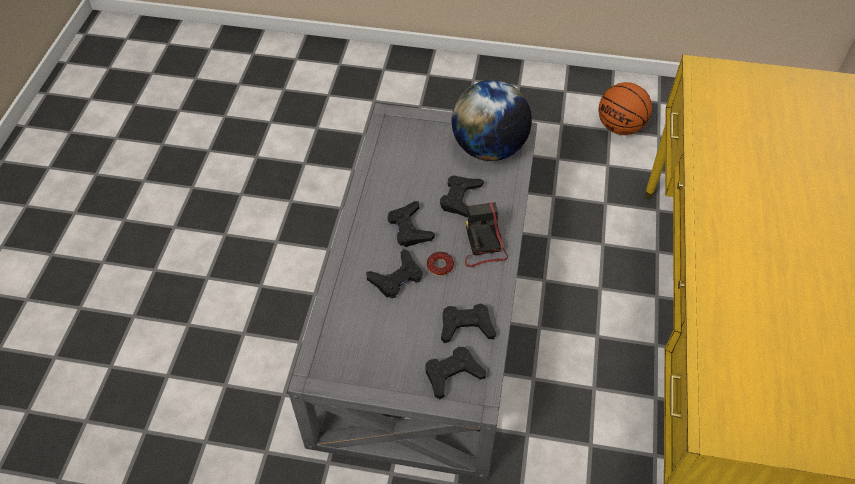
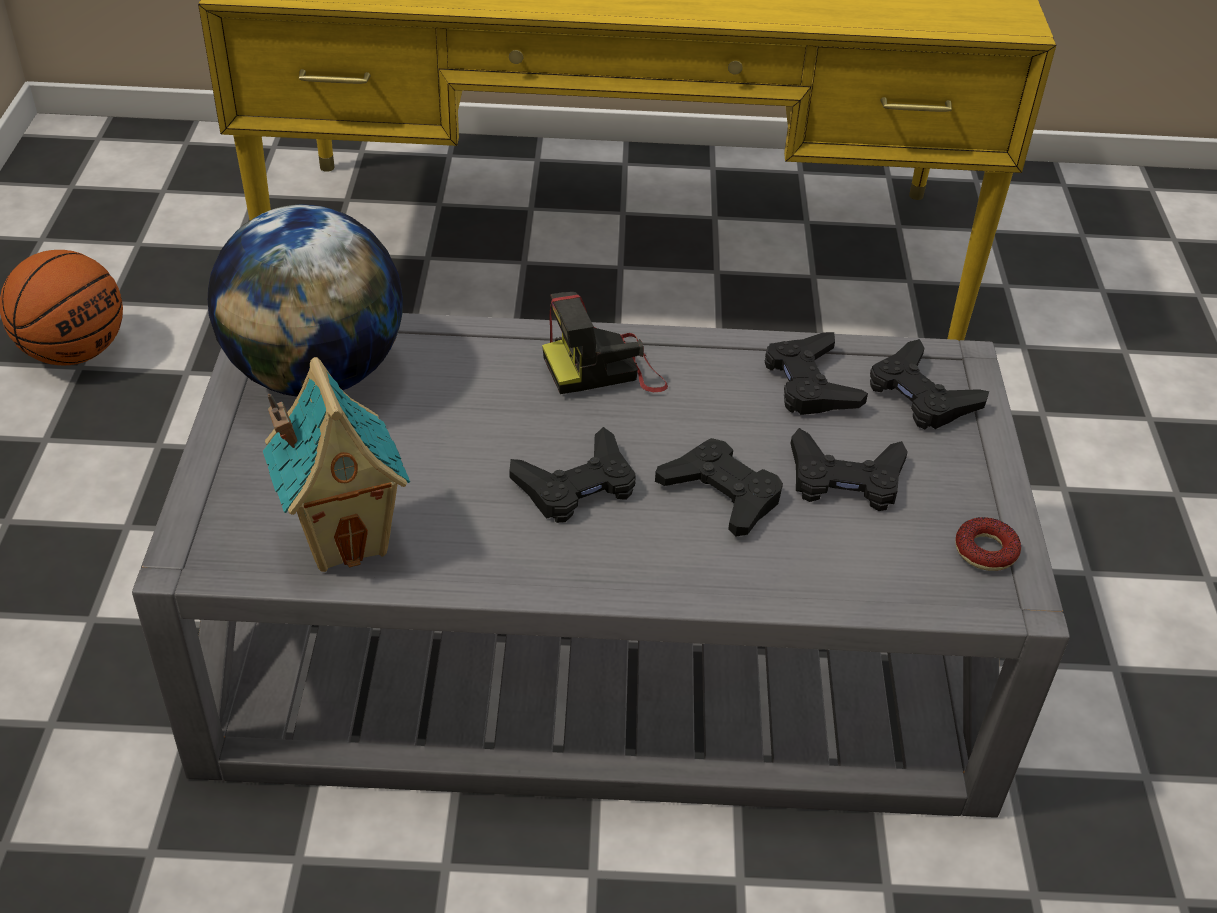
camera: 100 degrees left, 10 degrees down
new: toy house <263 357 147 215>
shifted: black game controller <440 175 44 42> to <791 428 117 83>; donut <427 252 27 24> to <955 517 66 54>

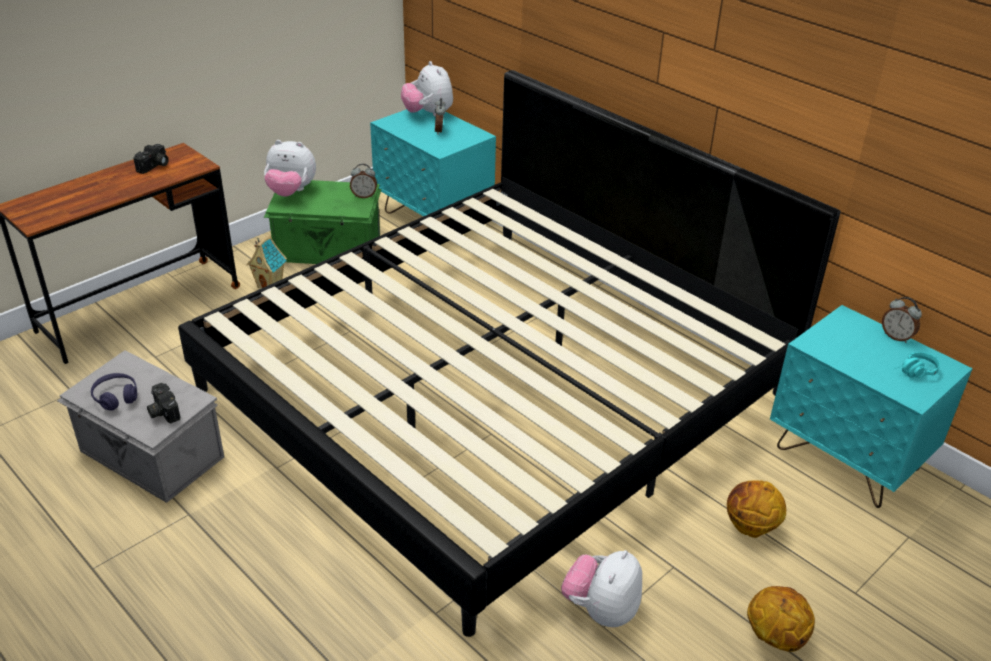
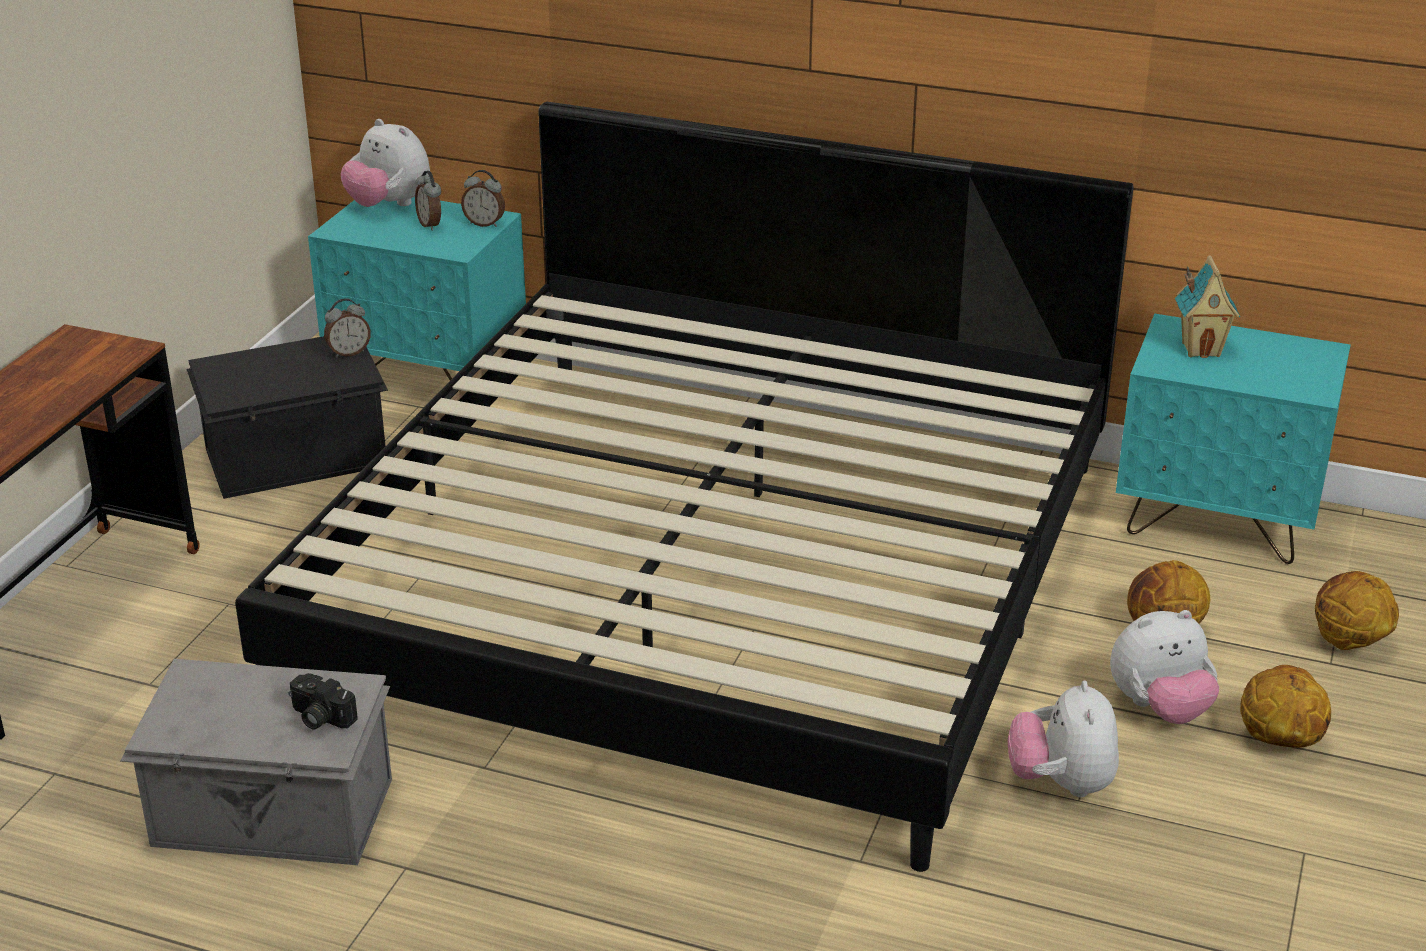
camera: 25 degrees left, 5 degrees down
gone: purple pair of headphones <91 373 46 37>; photo camera <134 144 35 30>; blue-green pair of headphones <894 352 46 26>
new: basketball ball <1315 571 84 79>
shifted: alarm clock <882 297 40 46> to <461 170 44 57>; plush toy <264 140 52 57> to <1110 610 109 114>; toy house <246 235 41 53> to <1175 255 65 103>
repainted: green storage box <264 180 117 84> to black storage box <187 336 201 163>

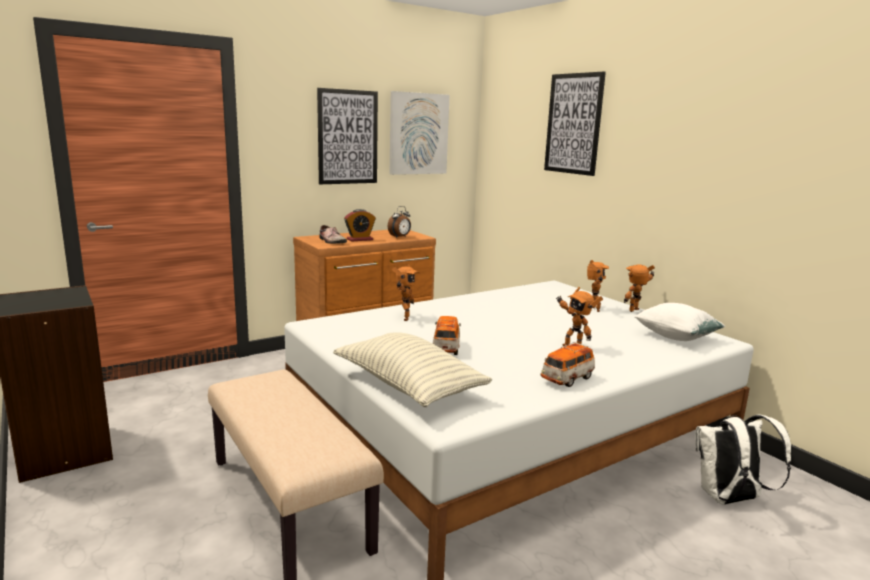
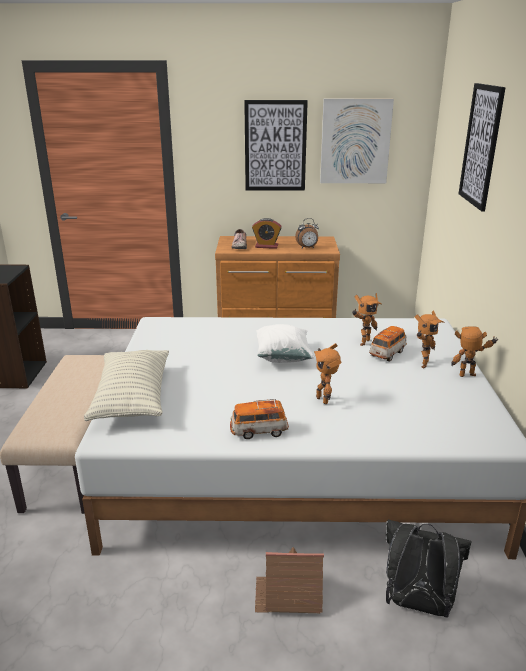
camera: 35 degrees right, 10 degrees up
new: toy house <255 547 69 67>
shifted: white-coloured pillow <634 303 91 38> to <256 324 59 39>; robot figure <392 264 28 57> to <352 293 29 53>; toy car <432 316 29 39> to <369 326 38 36>
repainted: white-coloured knapsack <695 414 96 91> to black knapsack <386 520 86 98>

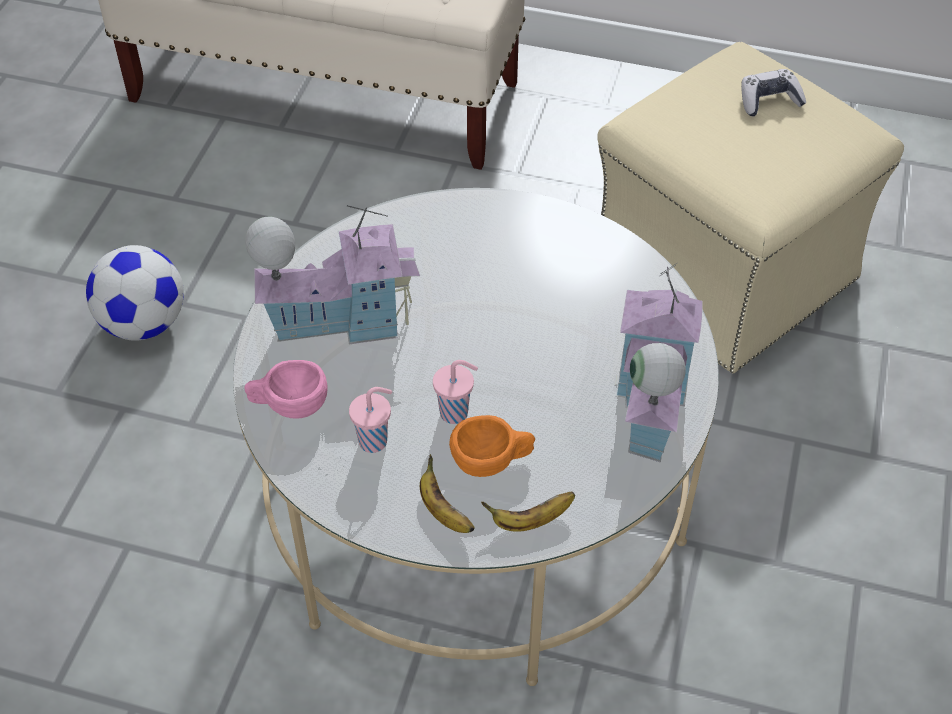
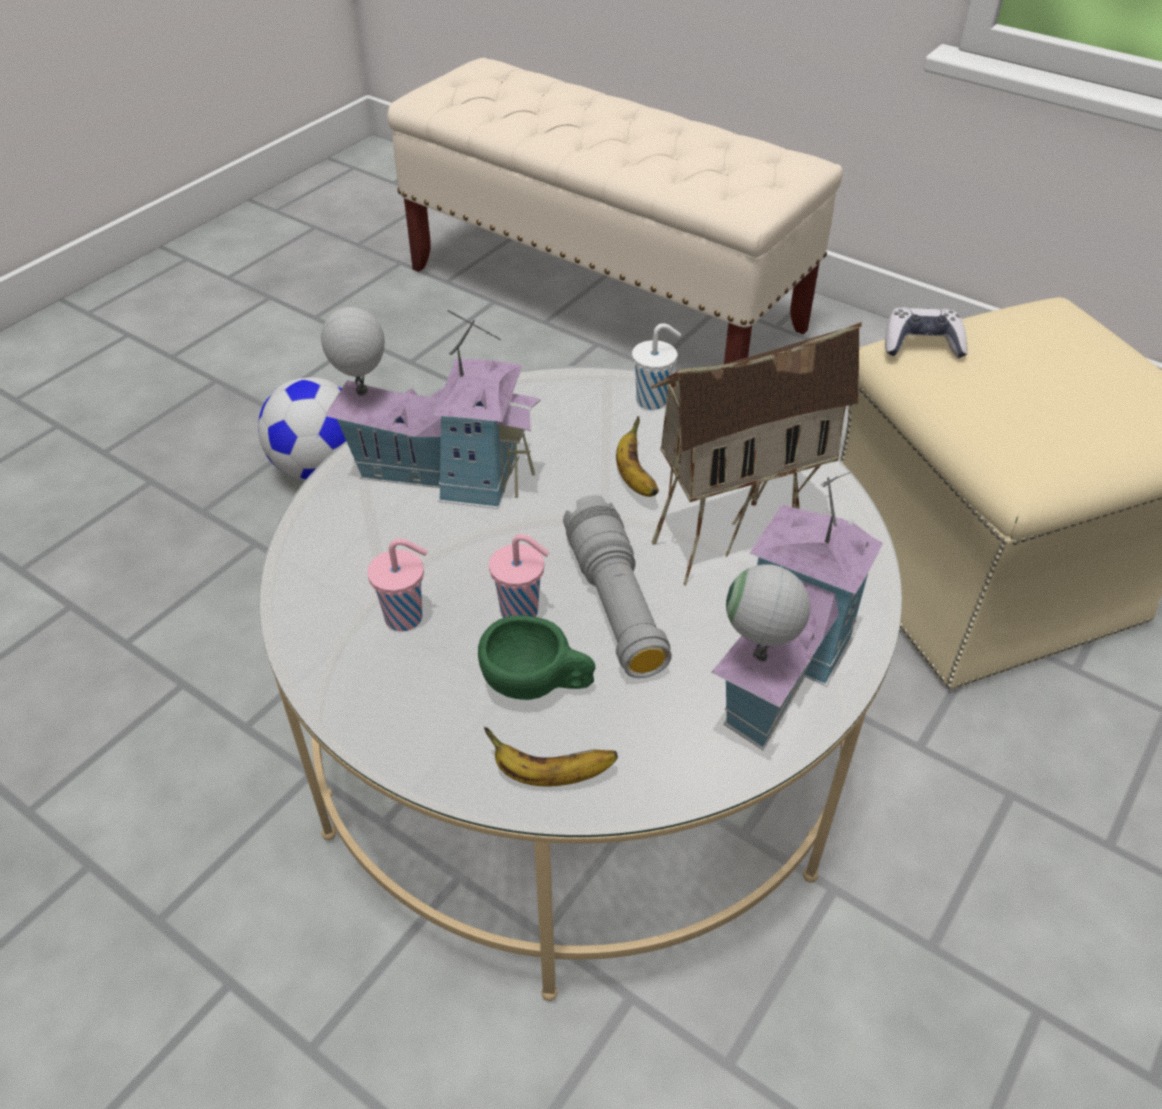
camera: 20 degrees right, 5 degrees down
gone: pinkish drinking cup <244 360 84 59>
new: grey torch <563 495 109 183>; white-coloured drinking cup <632 323 49 87>; toy house <651 322 211 264>
shifted: banana <420 454 54 79> to <616 416 43 81>; game controller <741 69 65 47> to <885 308 83 51>
repainted: orange-coloured drinking cup <449 415 86 62> to green drinking cup <478 615 117 85>

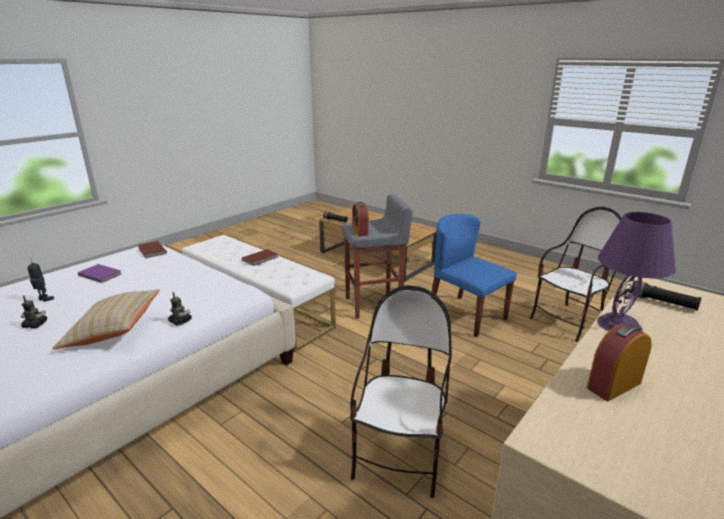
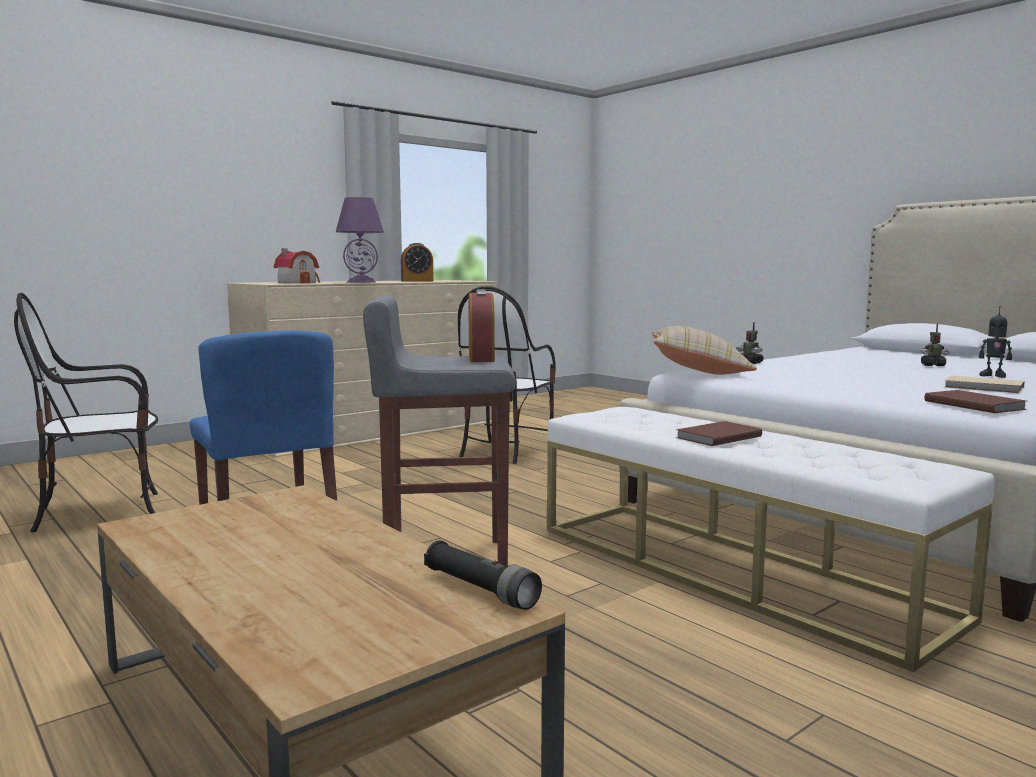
camera: 170 degrees left, 15 degrees down
shifted: sand-coloured pillow <52 289 108 60> to <651 326 106 49>
swapped: black torch <630 280 72 31> to toy house <274 248 46 35>
repainted: purple volume <78 264 43 19> to sand-coloured volume <945 375 80 19>

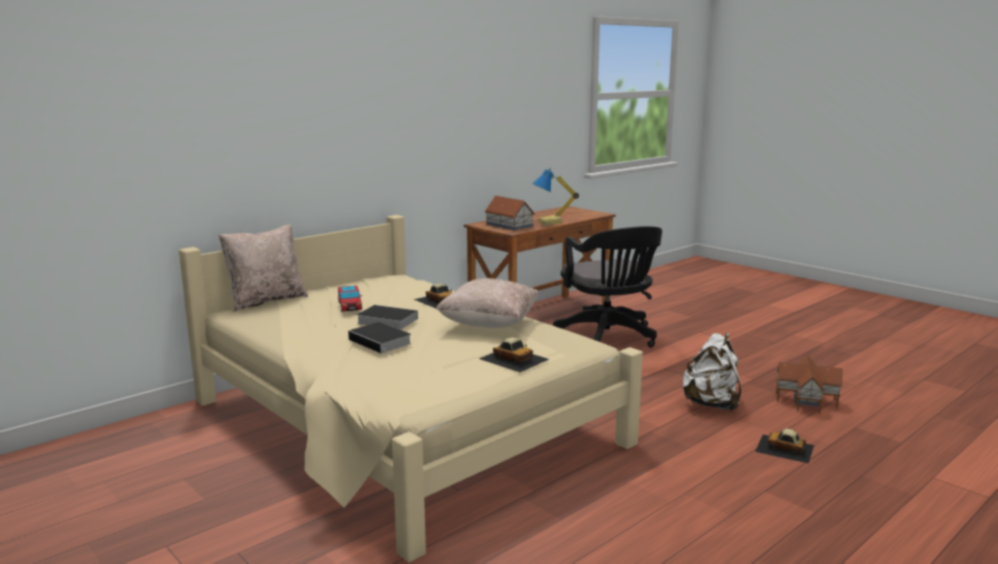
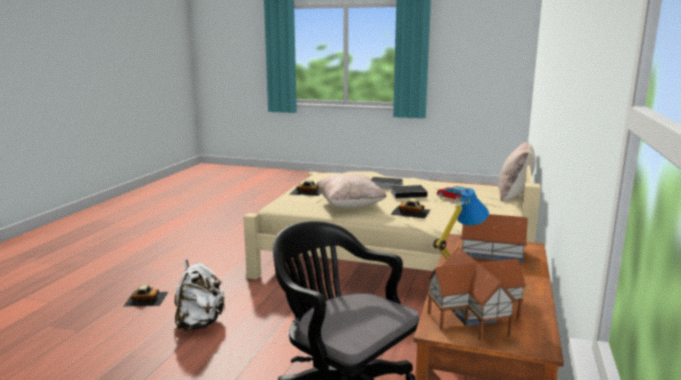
camera: 150 degrees right, 0 degrees up
shifted: toy house <776 355 67 59> to <427 247 100 94>

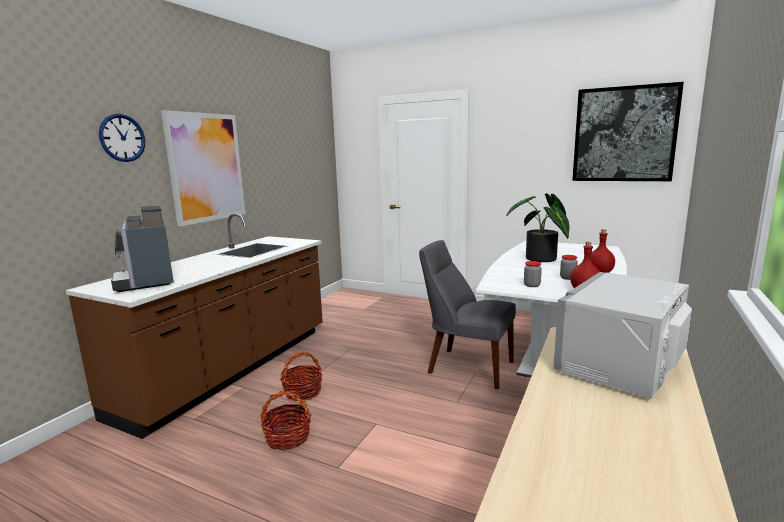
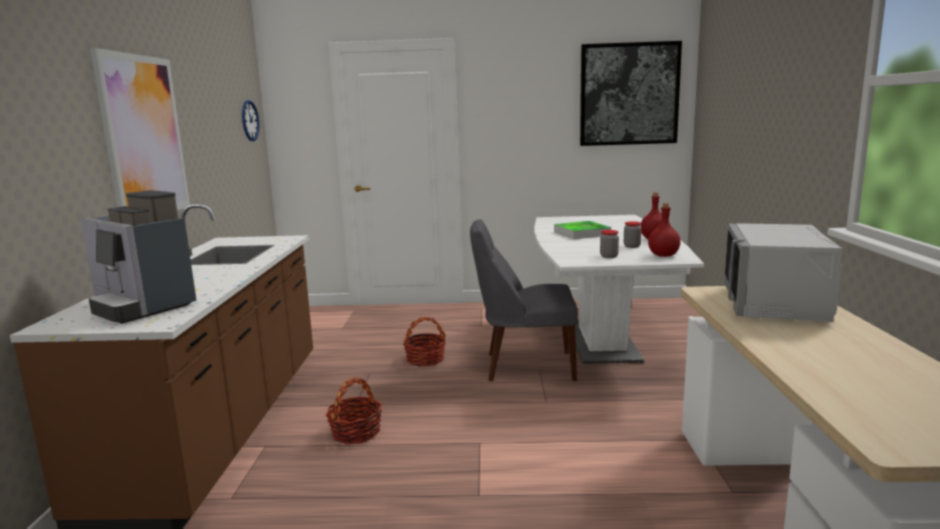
camera: 25 degrees left, 0 degrees up
shifted: clock on the wall <99 114 46 48> to <242 100 17 41>; storage basket <261 391 51 59> to <403 317 43 50>
swapped: potted plant <506 193 64 69> to serving tray <554 221 57 18>

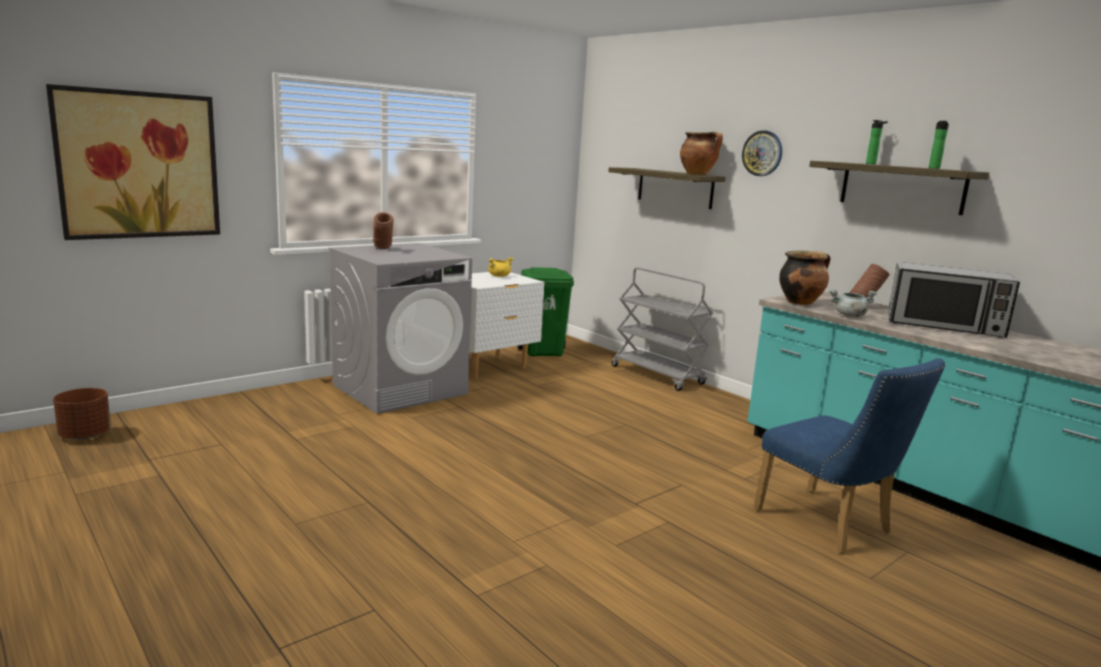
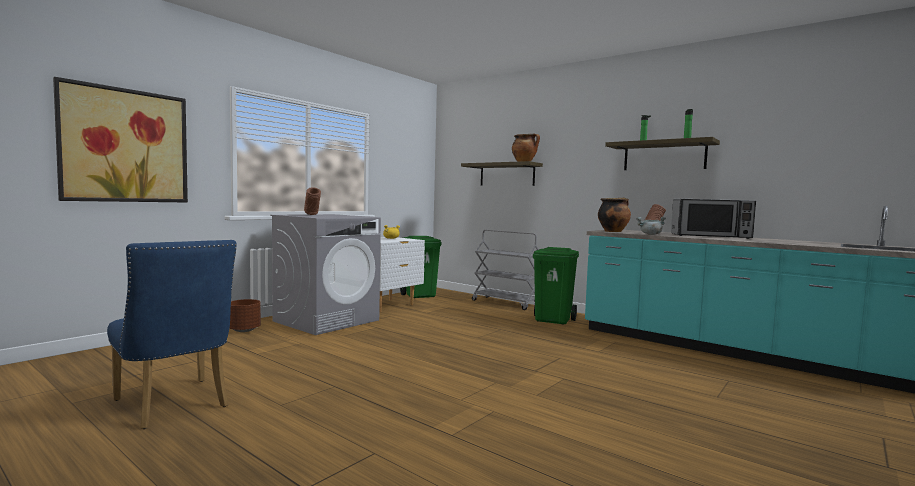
camera: 10 degrees left, 10 degrees down
gone: clock on the wall <742 130 40 46>
new: green rubbish bin <533 247 46 77>
shifted: bluish plain chair <754 358 191 196> to <107 240 130 189>; brownish planter <53 388 58 52> to <229 299 32 33>

